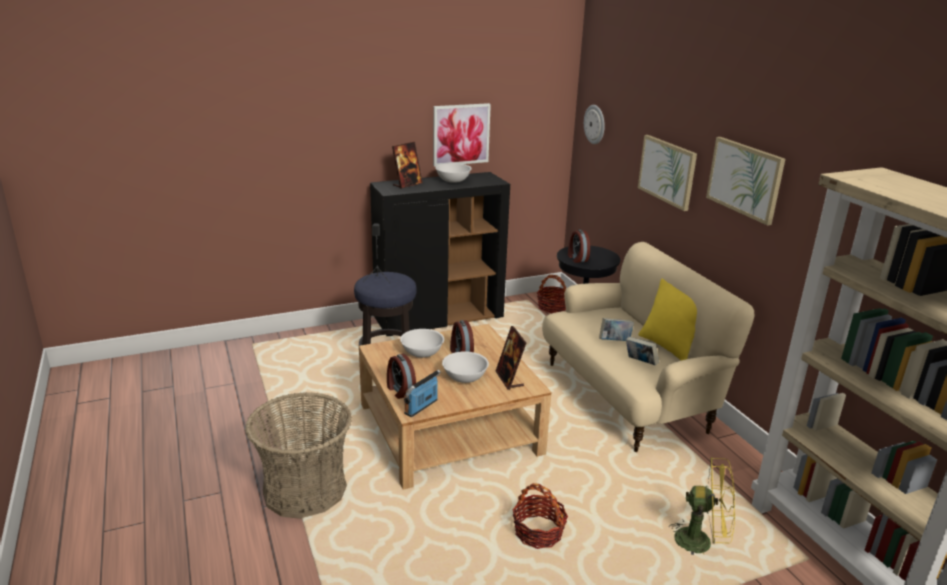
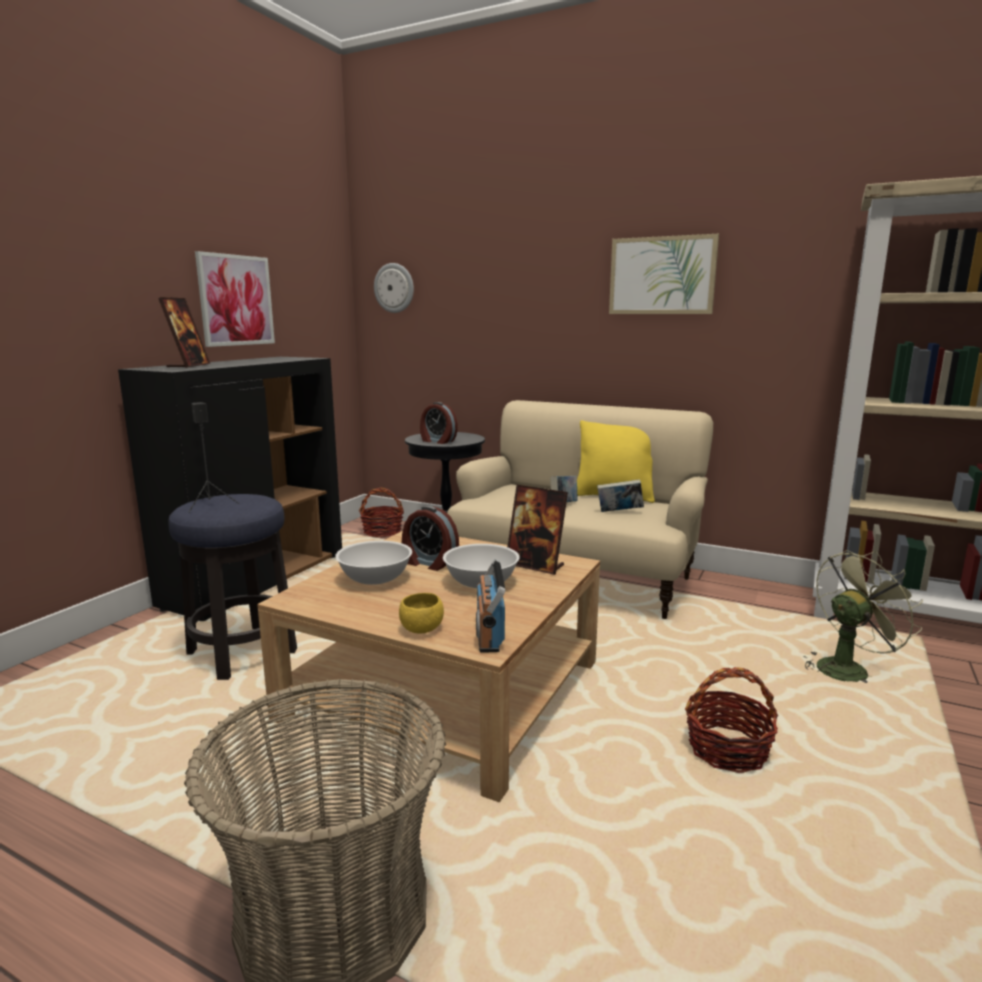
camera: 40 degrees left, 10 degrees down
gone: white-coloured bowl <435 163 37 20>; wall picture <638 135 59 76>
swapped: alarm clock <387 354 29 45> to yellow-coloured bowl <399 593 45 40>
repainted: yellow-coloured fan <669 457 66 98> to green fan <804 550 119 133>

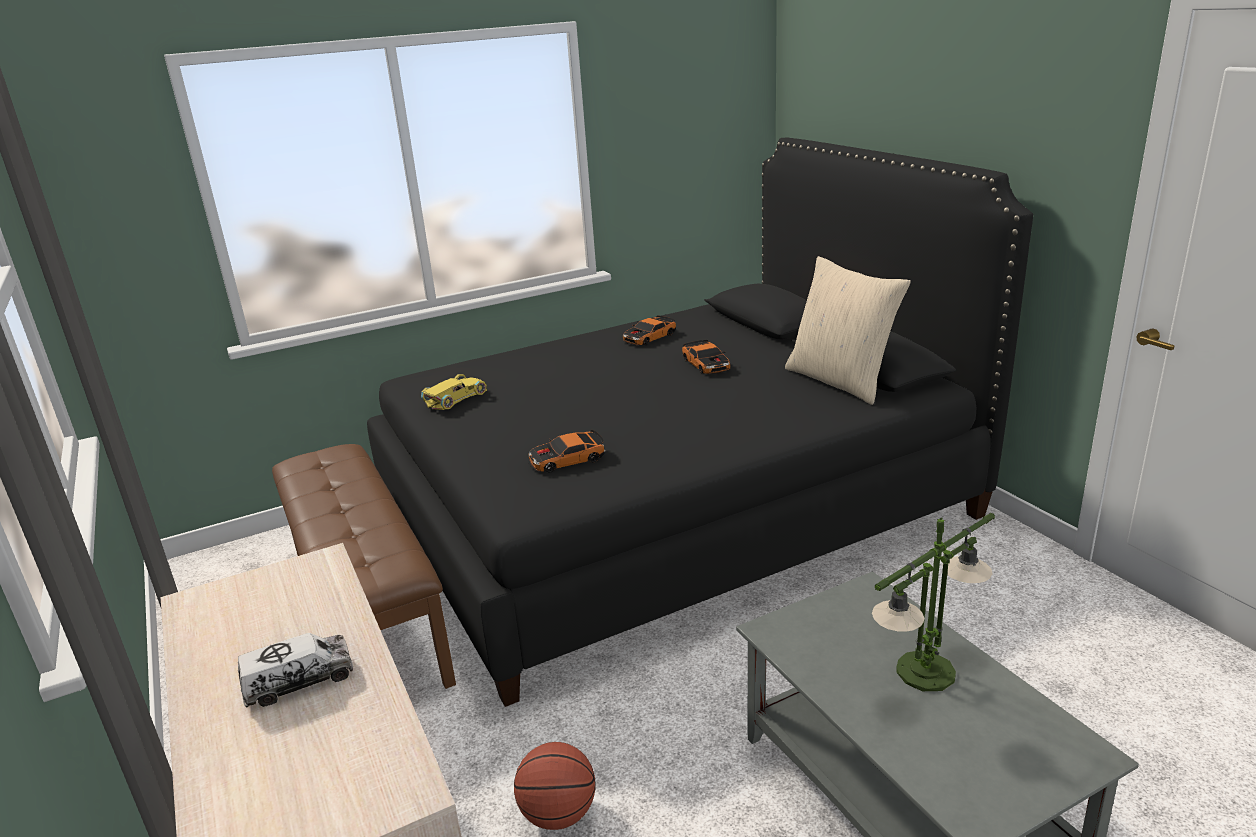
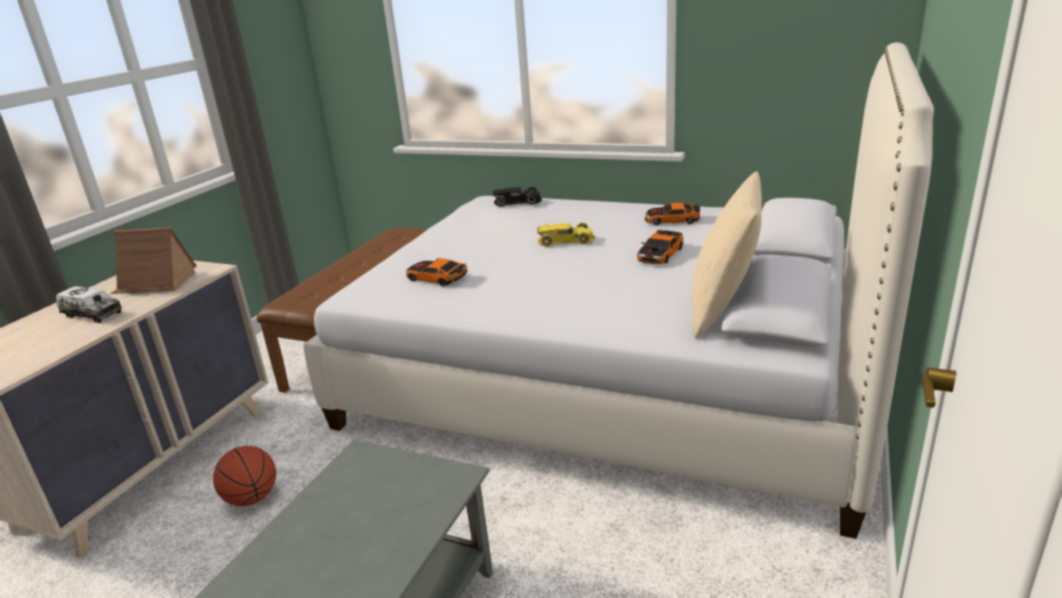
camera: 50 degrees right, 0 degrees up
gone: table lamp <872 513 123 178>
new: toy house <111 227 86 67>; black toy car <493 187 49 20>
shifted: yellow-coloured toy car <421 374 66 36> to <537 222 58 25>
repainted: black sleeping bed <367 138 666 569> to white-coloured sleeping bed <304 42 630 497>

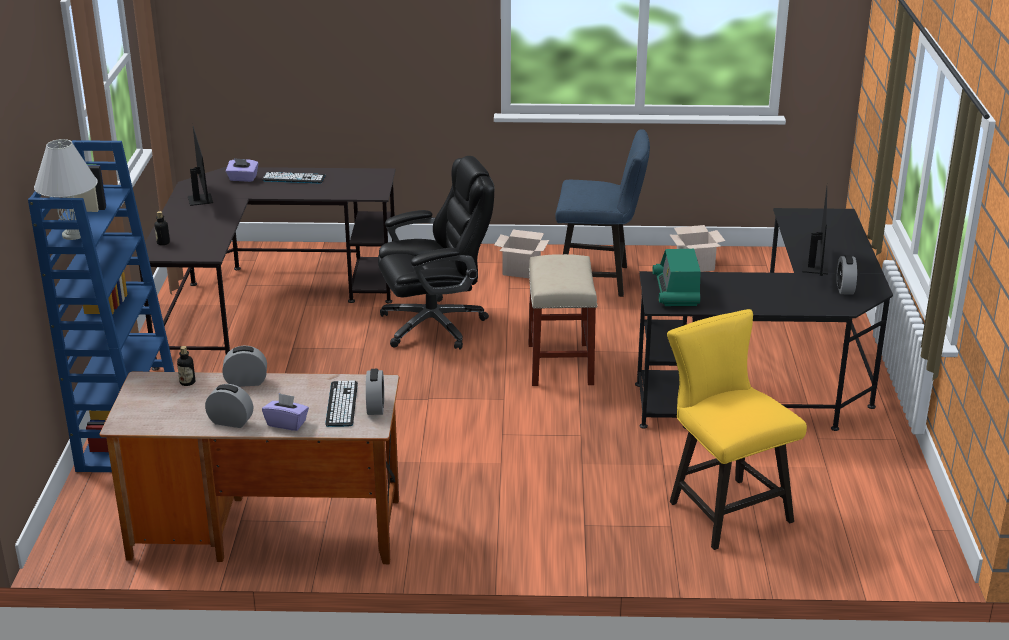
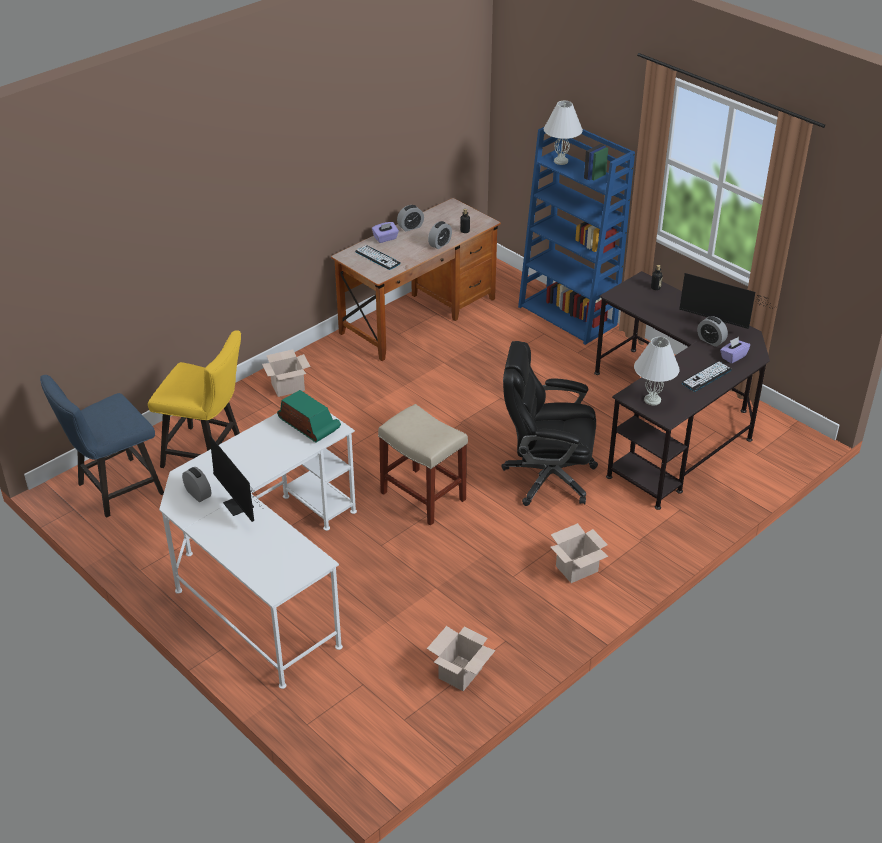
camera: 135 degrees right, 10 degrees up
new: cardboard box <262 349 49 48>; white-coloured table lamp <634 337 46 68>
shifted: bluish plain chair <556 129 94 168> to <40 375 124 143>; alarm clock <366 369 18 46> to <697 316 31 31>
repainted: black desk <635 208 258 223> to white-coloured desk <159 413 198 276>
rotated: black desk chair <378 156 116 194> = <502 341 96 165> 75 degrees clockwise

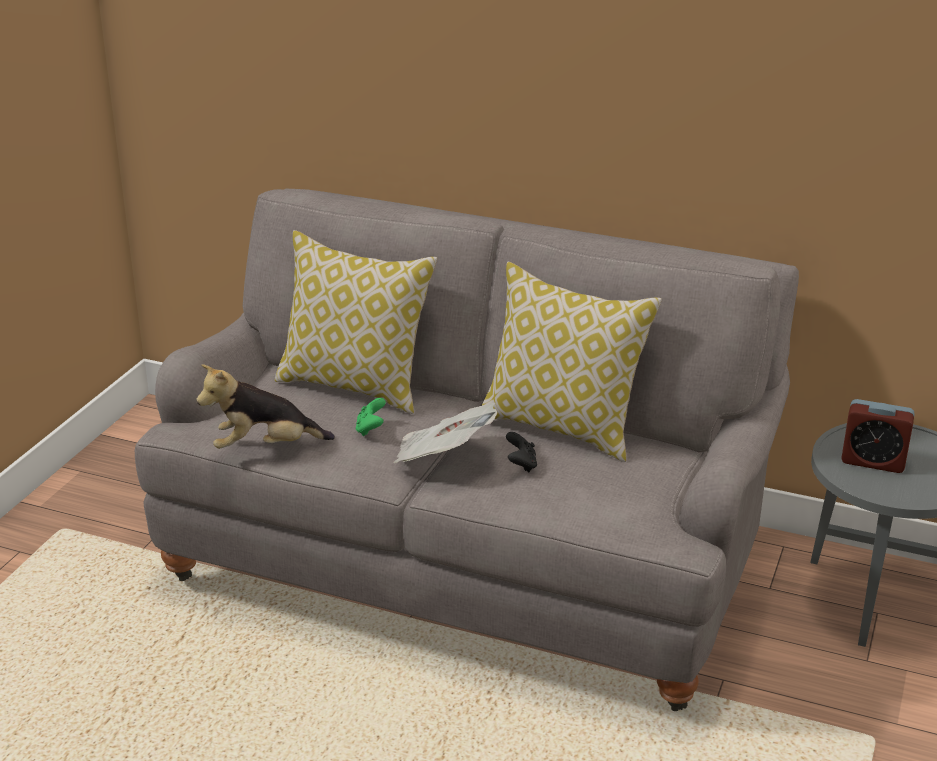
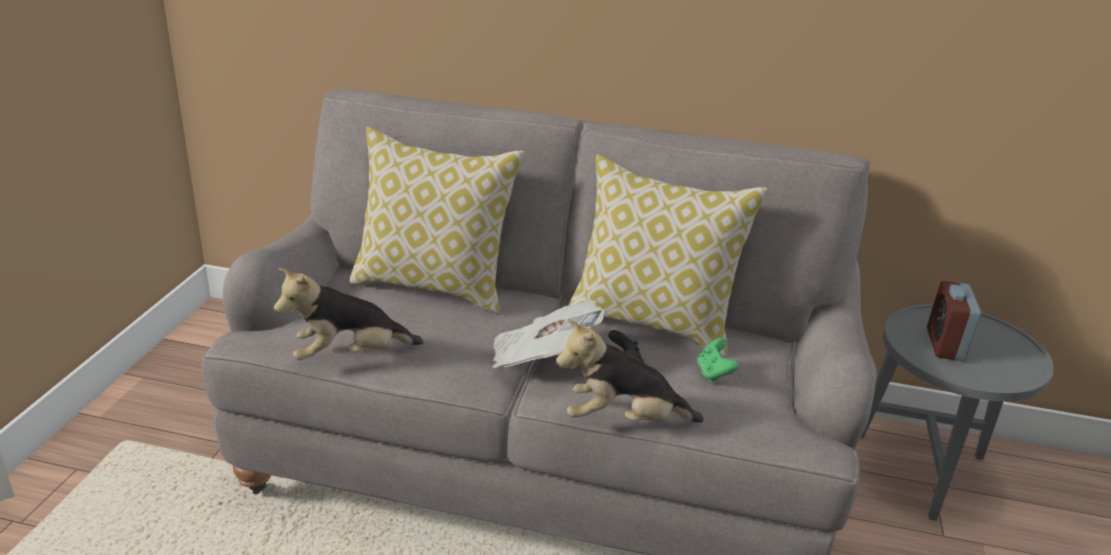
camera: 10 degrees left, 0 degrees up
new: plush toy <556 319 148 103>
shifted: green game controller <356 398 30 38> to <697 338 42 44>
rotated: alarm clock <841 399 74 74> = <927 281 54 80> 90 degrees clockwise

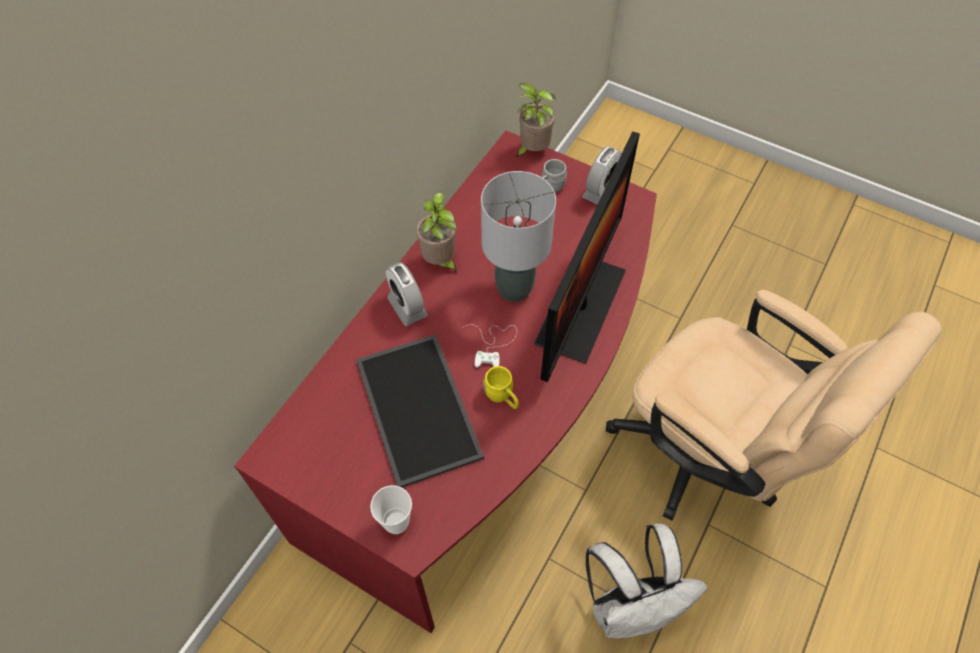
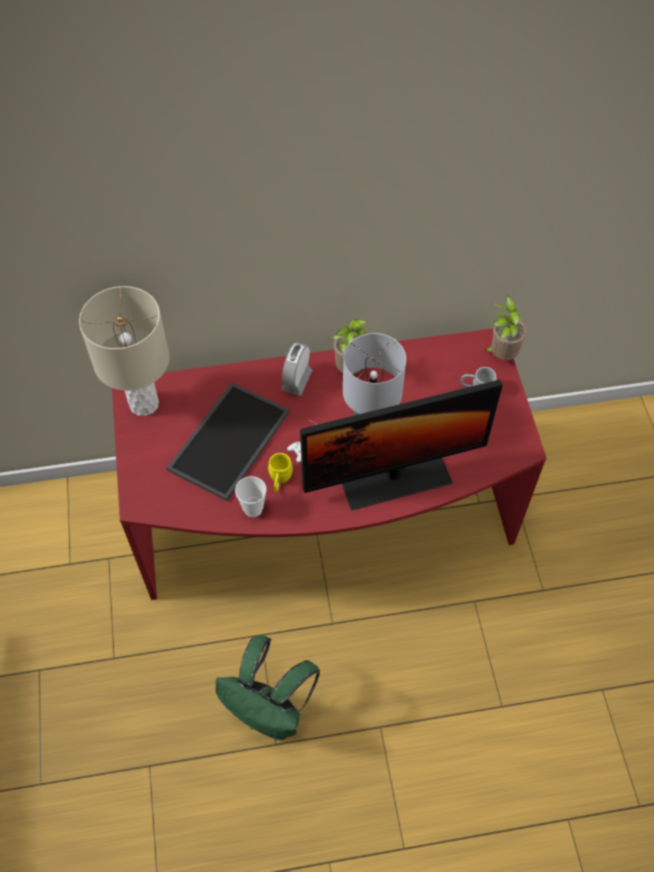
camera: 50 degrees right, 0 degrees up
gone: alarm clock <582 146 40 59>; sand-coloured desk chair <606 290 335 231>
new: sand-coloured table lamp <79 286 91 130>
shifted: drinking cup <370 485 42 49> to <235 476 32 41>
repainted: white-coloured knapsack <586 523 122 115> to green knapsack <215 635 105 105>

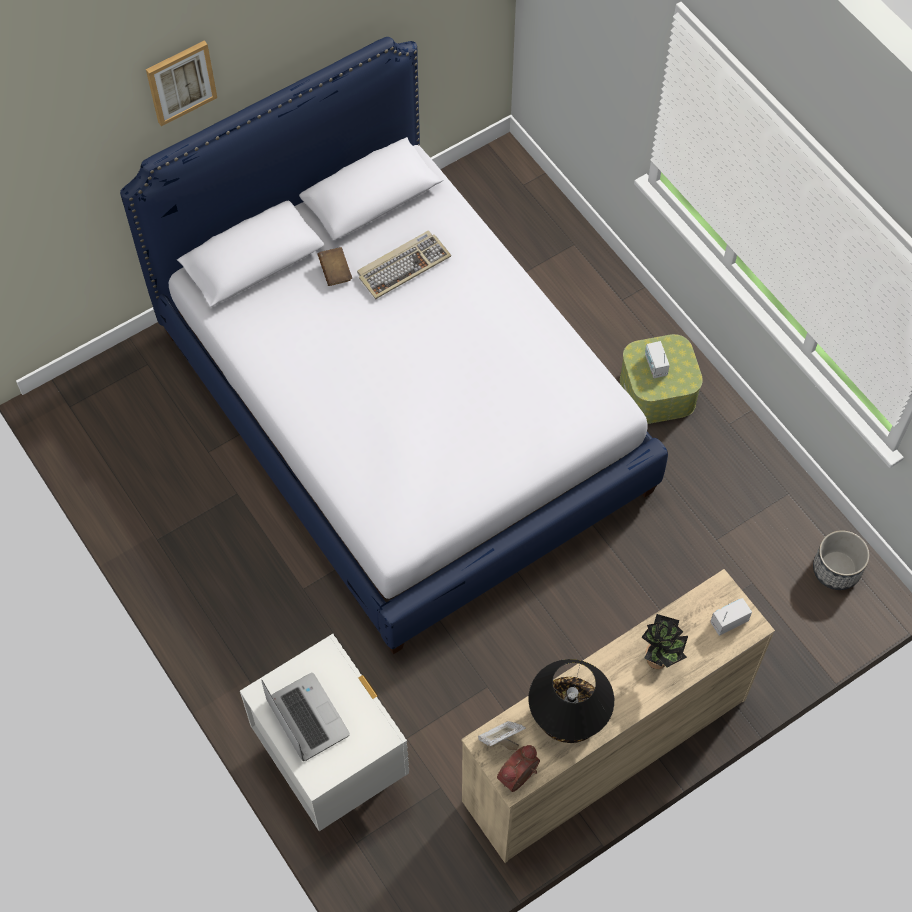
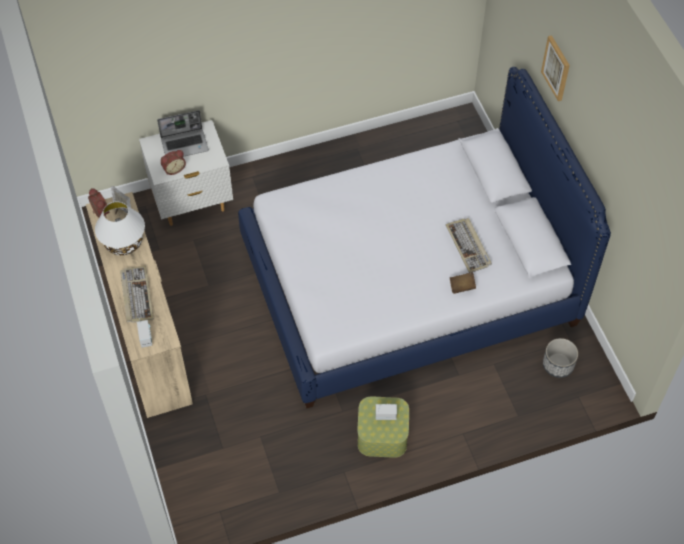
camera: 105 degrees right, 5 degrees down
new: alarm clock <161 150 25 25>
shifted: brownish volume <317 247 35 39> to <450 272 26 22>; planter <813 530 56 60> to <543 338 35 40>
swapped: potted plant <641 614 47 55> to PC keyboard <120 266 34 57>
repainted: black table lamp <528 659 86 84> to white-coloured table lamp <95 201 50 54>

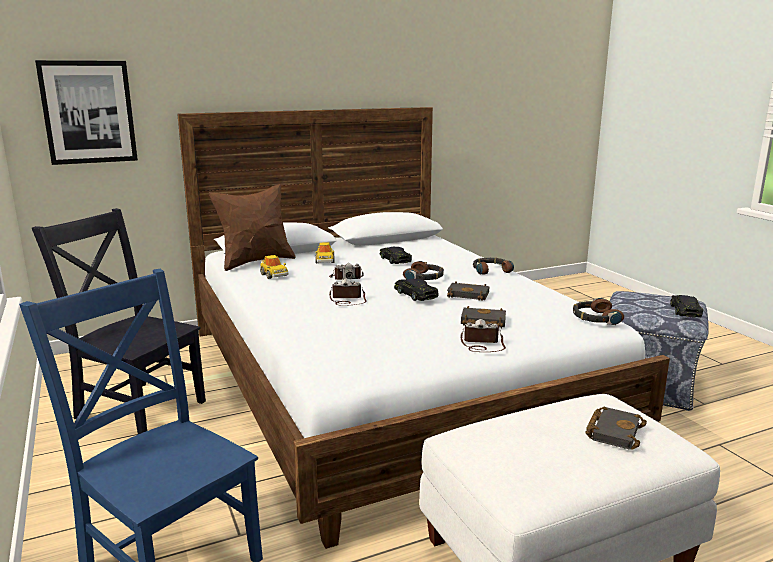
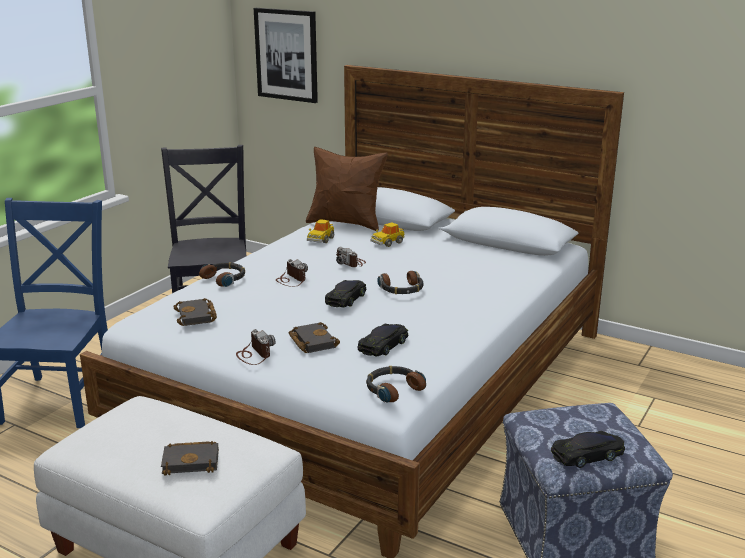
camera: 55 degrees right, 5 degrees up
shifted: black volume <447 281 42 20> to <173 298 44 28>; pair of headphones <473 257 41 18> to <199 262 46 25>; black toy car <380 247 32 17> to <358 324 50 32>

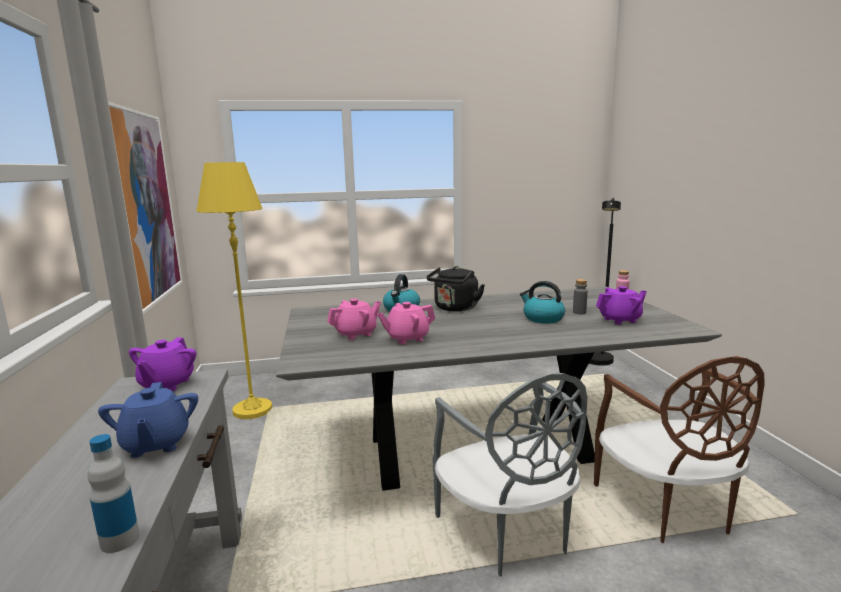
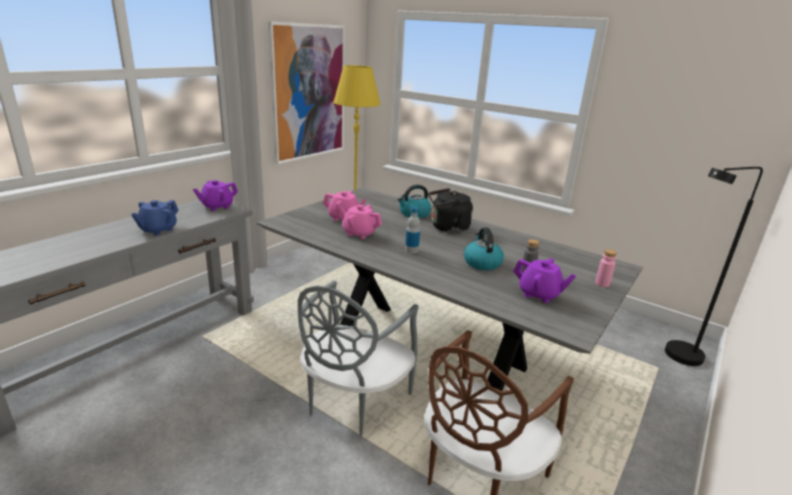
camera: 45 degrees right, 10 degrees up
shifted: drink bottle <88 434 51 119> to <405 207 15 47>

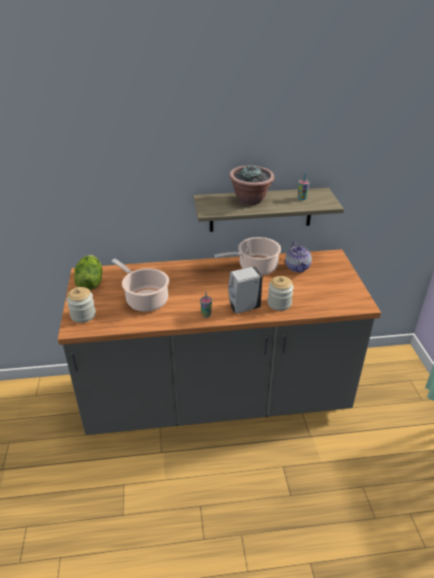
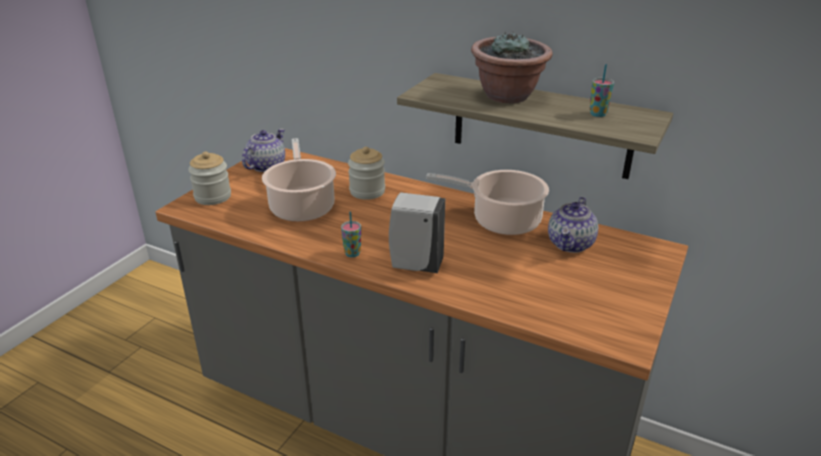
camera: 35 degrees right, 5 degrees down
shifted: jar <267 276 27 35> to <348 147 37 53>
swapped: lettuce head <74 255 28 35> to tea pot <242 129 43 43>

